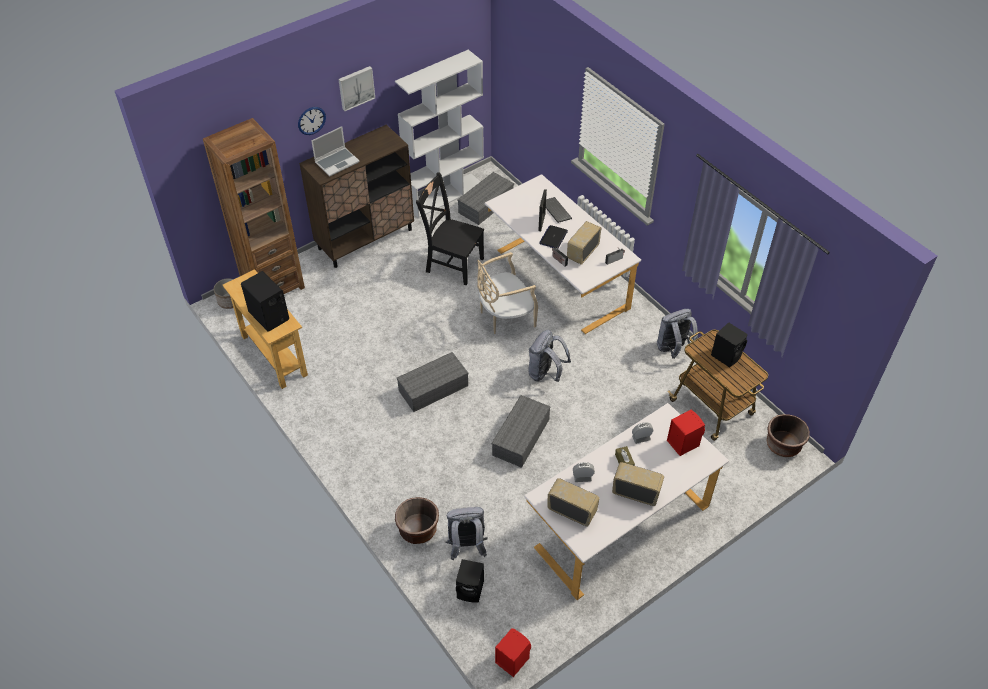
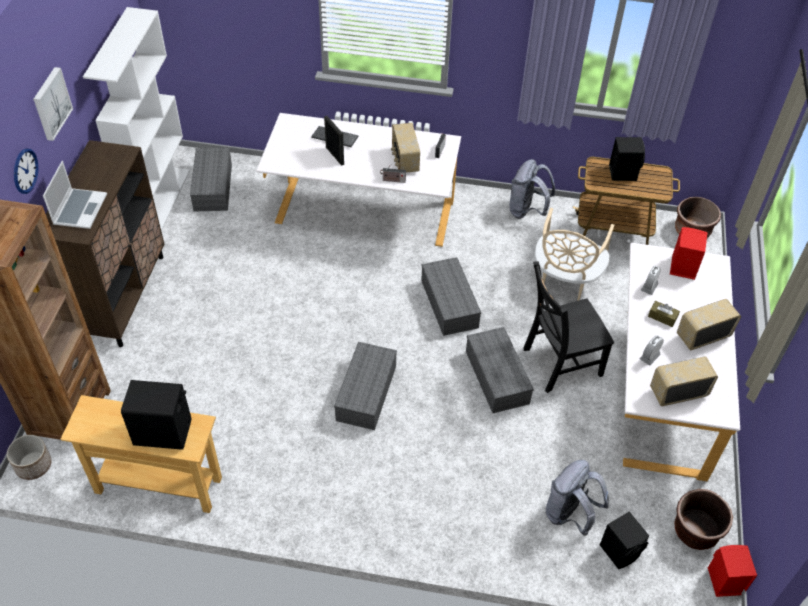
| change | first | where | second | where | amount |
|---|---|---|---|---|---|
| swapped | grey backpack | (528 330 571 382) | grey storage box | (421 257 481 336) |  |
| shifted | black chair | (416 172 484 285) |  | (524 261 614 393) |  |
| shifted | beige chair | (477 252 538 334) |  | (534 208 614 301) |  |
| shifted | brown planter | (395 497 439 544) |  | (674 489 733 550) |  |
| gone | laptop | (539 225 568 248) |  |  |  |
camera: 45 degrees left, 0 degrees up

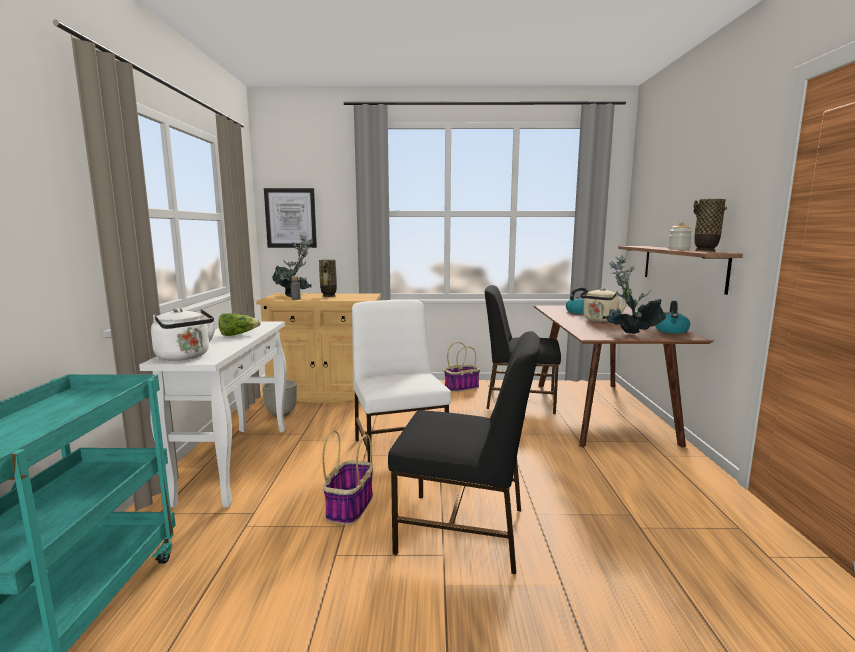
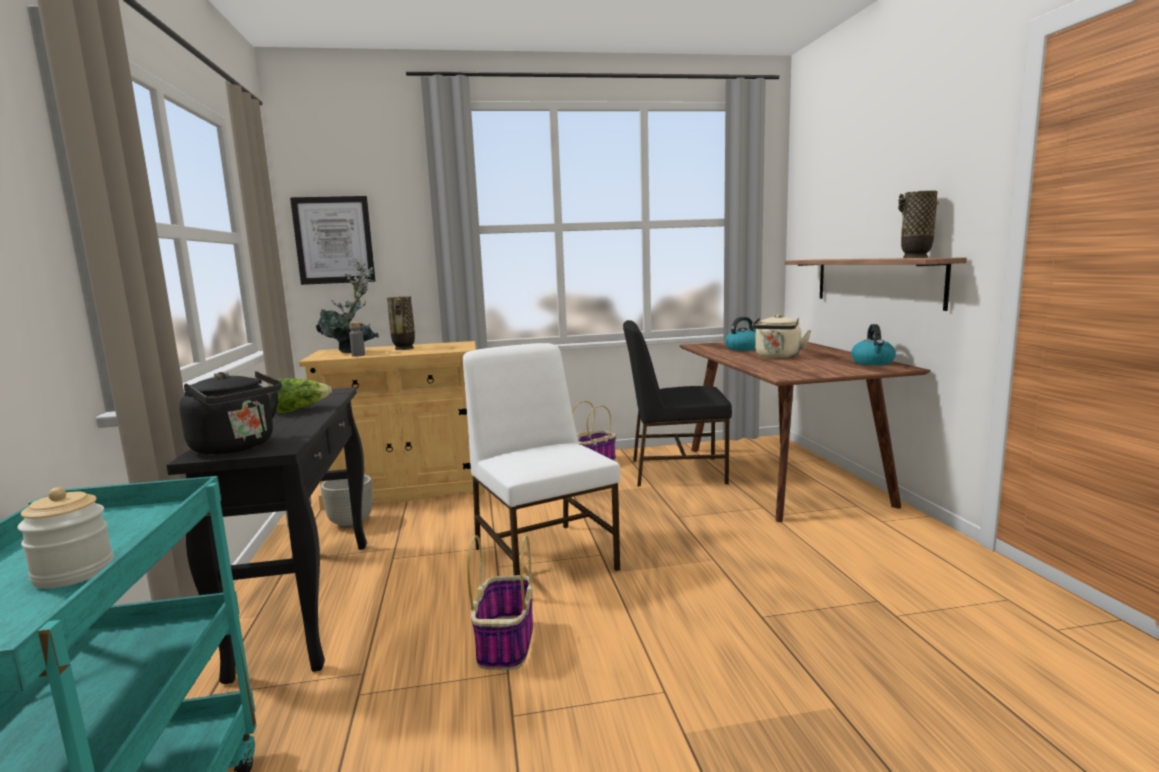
| change | first | where | second | where | amount |
|---|---|---|---|---|---|
| shifted | jar | (668 222 692 250) |  | (17 487 114 589) |  |
| repainted | white console table | (139 321 287 508) | black console table | (166 387 367 684) |  |
| repainted | white kettle | (151 308 216 361) | black kettle | (179 371 282 455) |  |
| gone | black chair | (388 331 540 574) |  |  |  |
| gone | potted plant | (603 255 666 334) |  |  |  |
camera: 10 degrees left, 0 degrees up

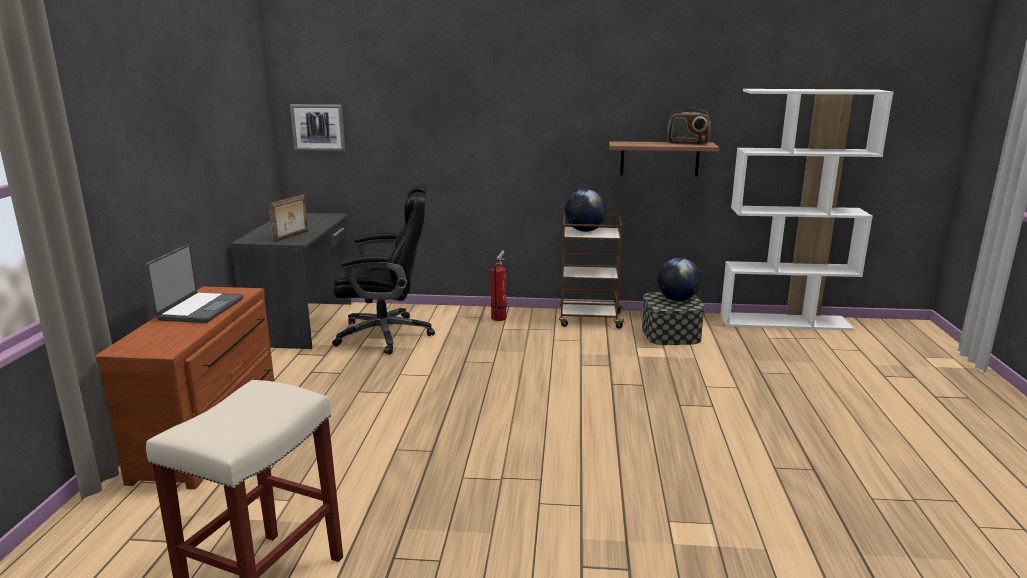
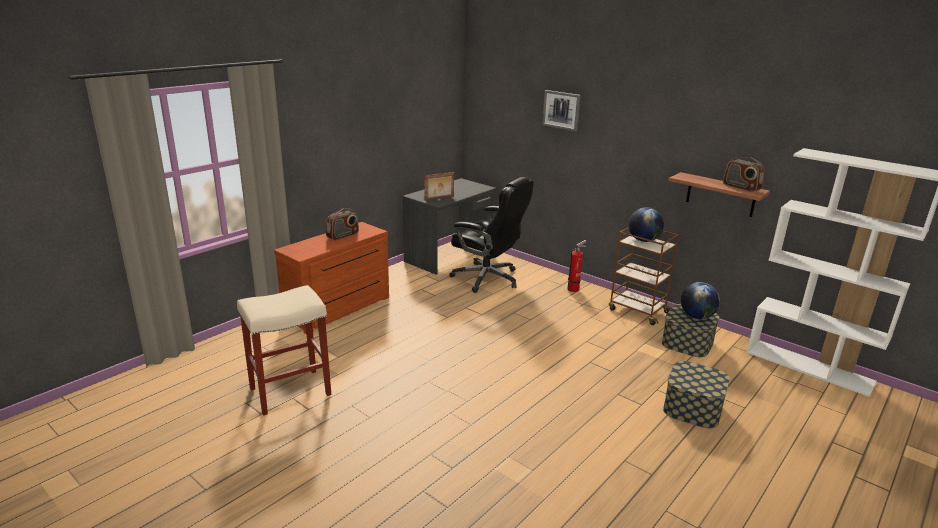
| change | first | where | second | where | amount |
|---|---|---|---|---|---|
| swapped | laptop | (145 244 243 323) | radio | (326 208 359 240) |  |
| shifted | picture | (290 104 346 151) |  | (542 90 581 132) |  |
| new |  |  | storage box | (663 361 730 428) |  |
camera: 35 degrees right, 5 degrees up

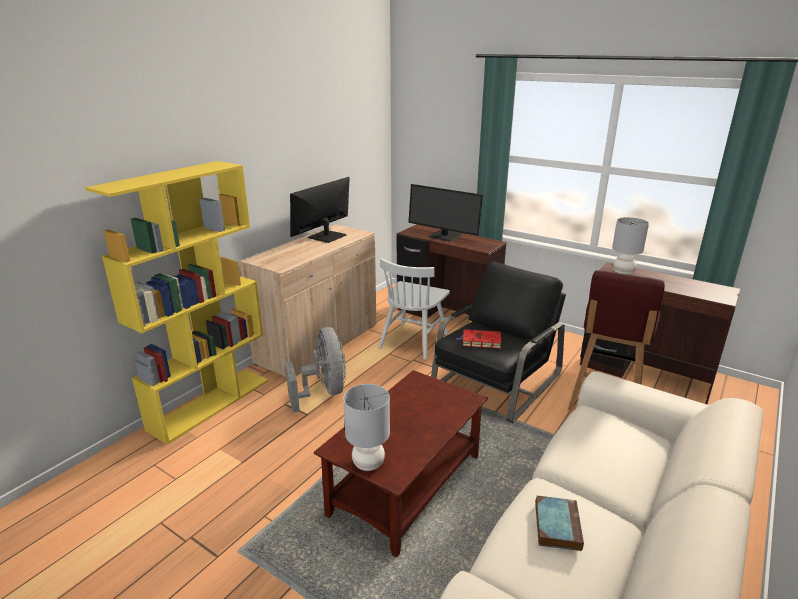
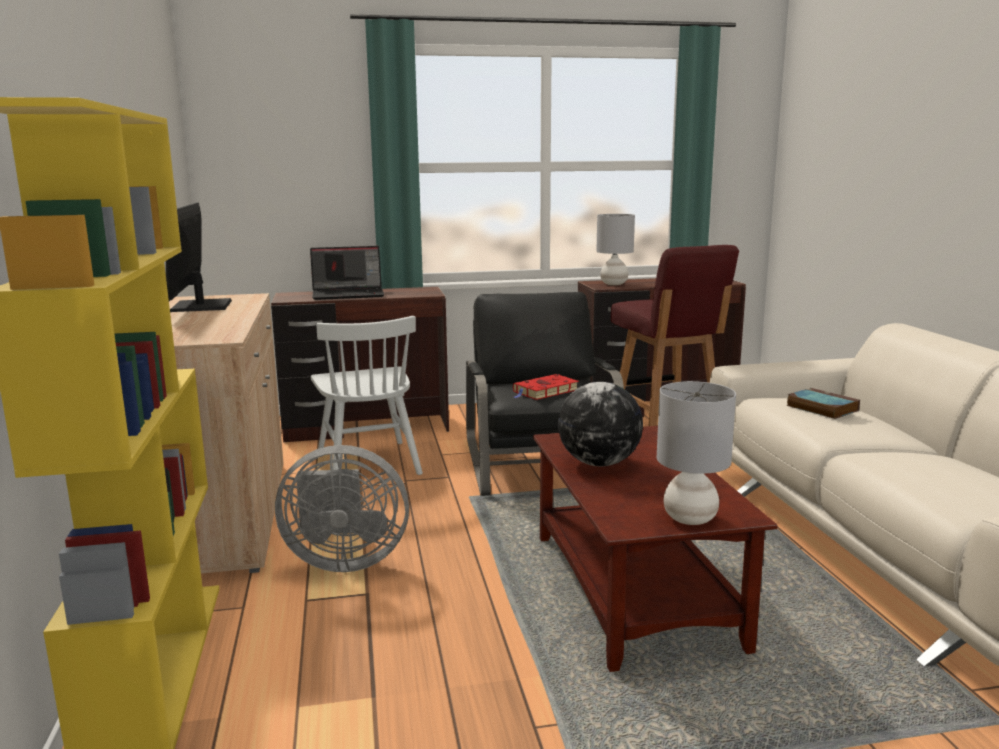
| change | first | where | second | where | amount |
|---|---|---|---|---|---|
| rotated | grey fan | (285 327 346 413) |  | (275 445 409 572) | 150 degrees clockwise |
| swapped | monitor | (408 184 483 242) | laptop | (310 246 384 300) |  |
| new |  |  | globe | (558 382 643 466) |  |
| shifted | book | (535 496 584 551) |  | (786 388 860 419) |  |
camera: 45 degrees left, 10 degrees down

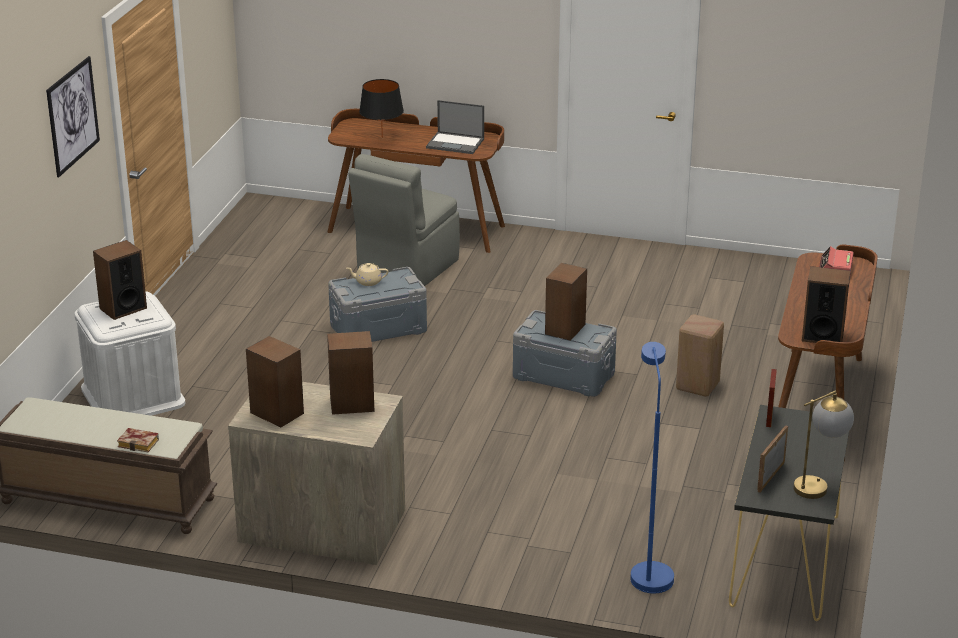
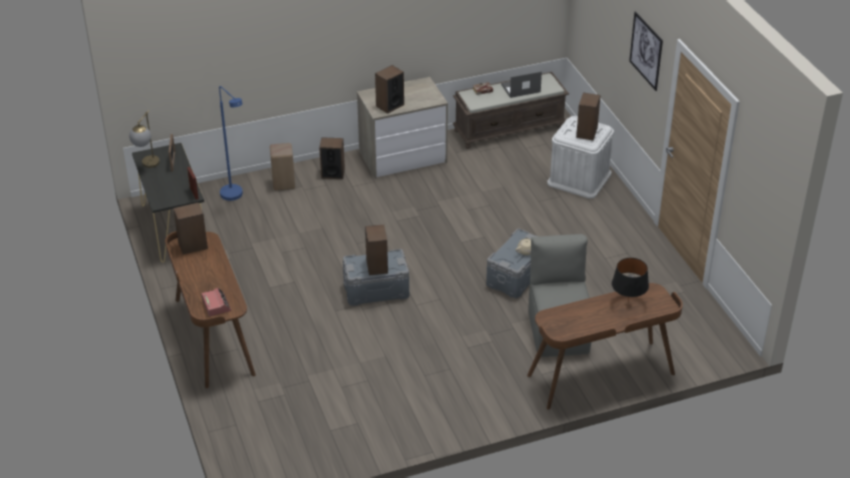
| change | first | where | second | where | amount |
|---|---|---|---|---|---|
| shifted | beige stool | (676 314 724 397) |  | (270 143 295 191) |  |
| shifted | speaker | (246 336 304 427) |  | (319 137 345 179) |  |
| shifted | laptop | (426 100 484 154) |  | (501 71 542 98) |  |
camera: 145 degrees right, 10 degrees up

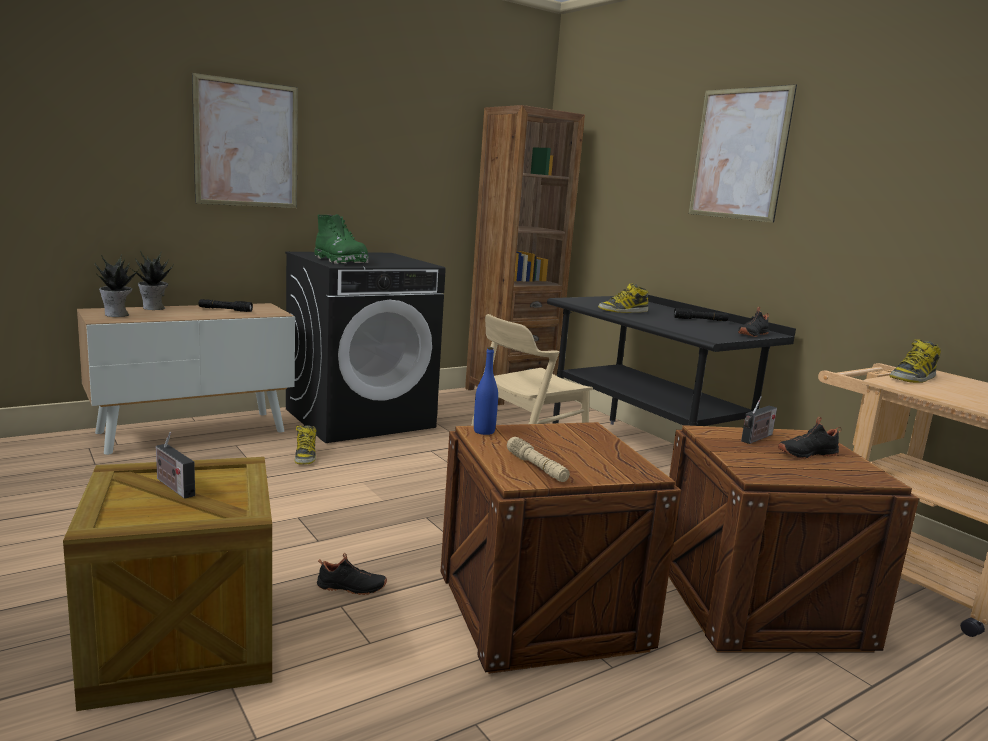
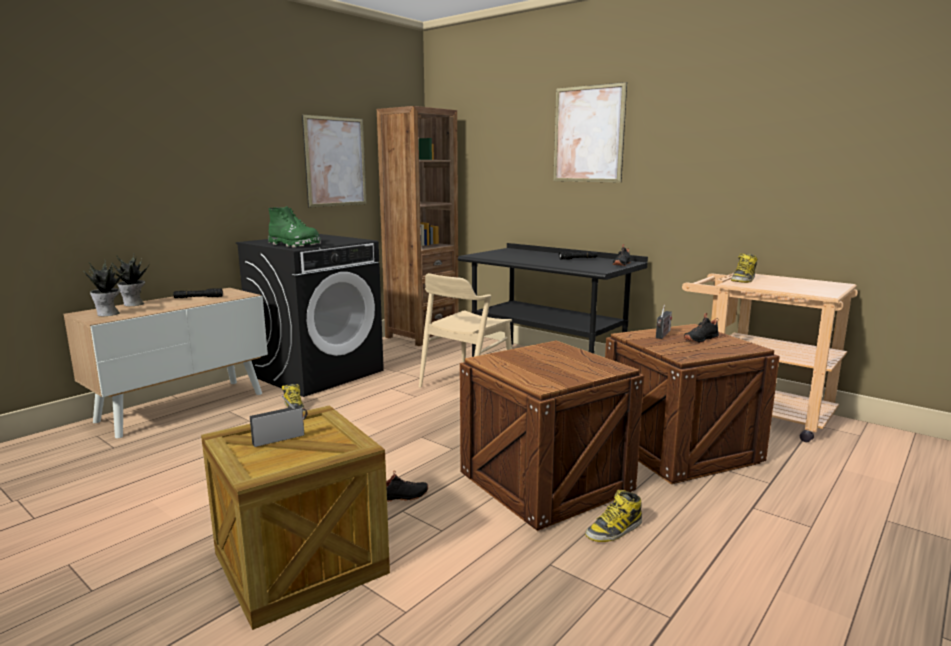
| change | first | where | second | where | amount |
|---|---|---|---|---|---|
| rotated | radio | (156 432 195 499) |  | (250 395 308 447) | 120 degrees clockwise |
| shifted | picture | (192 73 298 208) |  | (302 115 367 207) |  |
| shifted | boot | (598 283 648 313) |  | (585 490 642 542) |  |
| gone | blue bottle | (474 347 498 435) |  |  |  |
| gone | beige flashlight | (507 437 570 482) |  |  |  |
camera: 15 degrees left, 0 degrees up

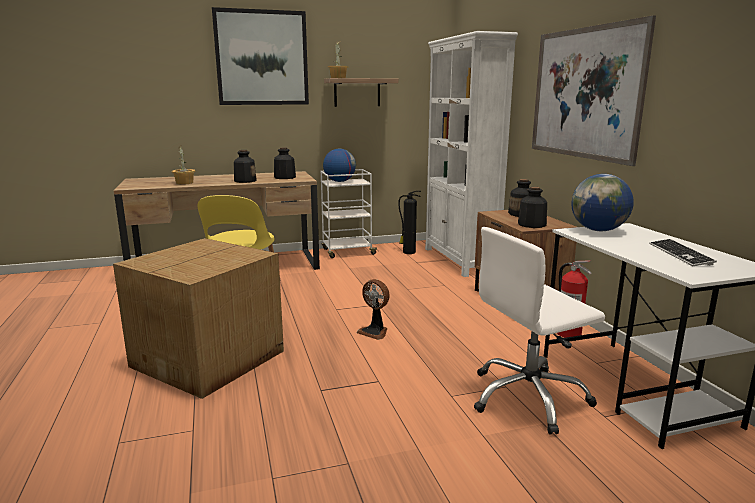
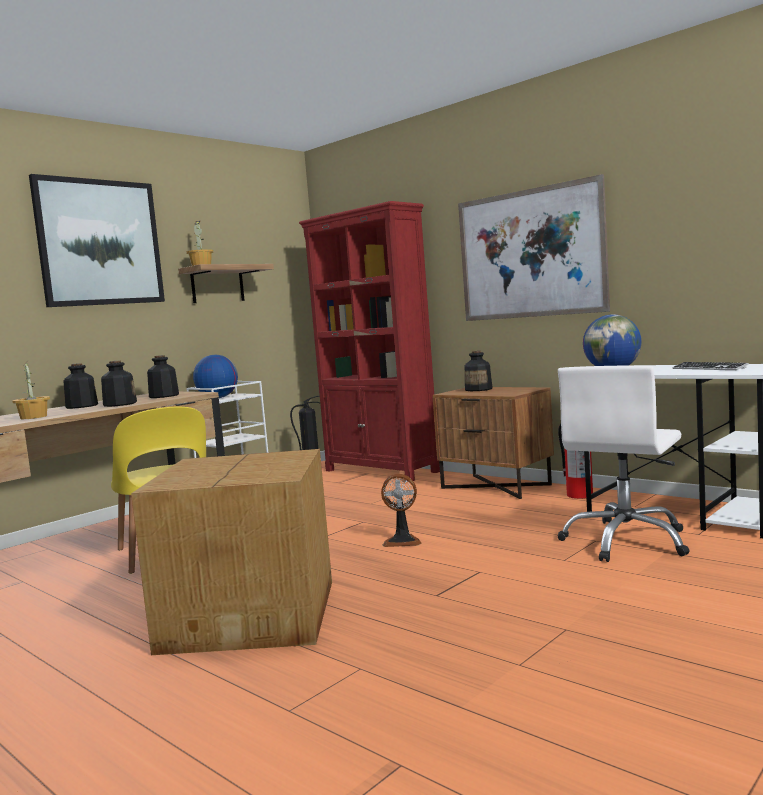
| change | first | where | second | where | amount |
|---|---|---|---|---|---|
| shifted | bottle | (518 187 547 228) |  | (63 363 98 409) |  |
| repainted | white bookcase | (425 31 518 277) | red bookcase | (299 201 440 482) |  |
camera: 30 degrees left, 10 degrees down

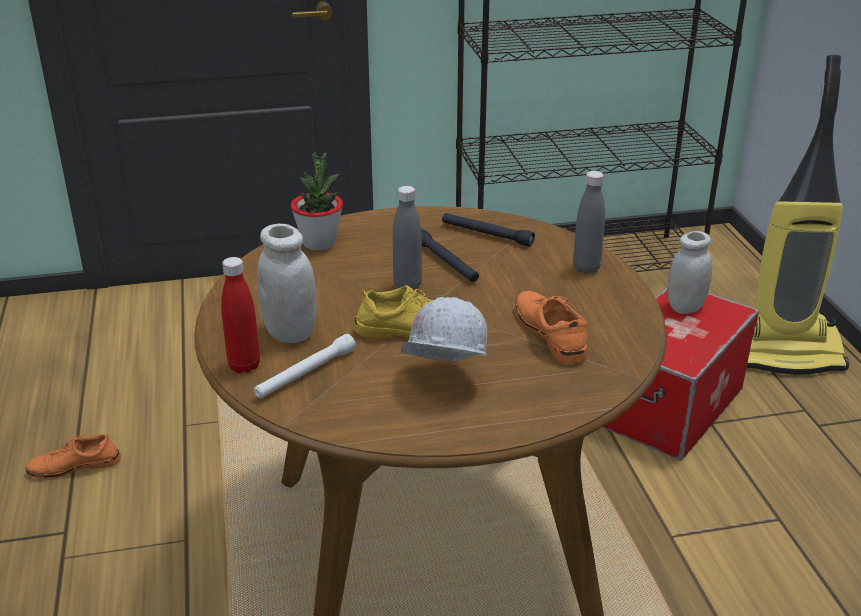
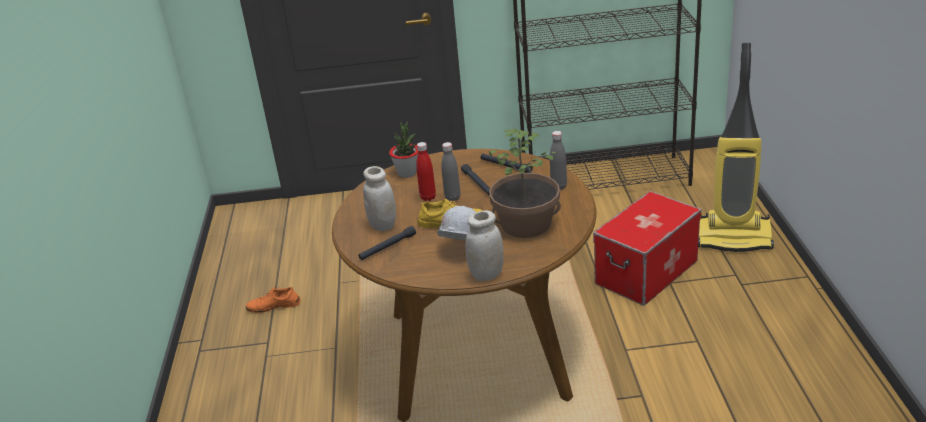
| change | first | where | second | where | amount |
|---|---|---|---|---|---|
| repainted | white flashlight | (254 334 356 398) | black flashlight | (359 226 416 260) |  |
| shifted | red bottle | (221 257 260 373) |  | (416 142 436 201) |  |
| shifted | white jar | (667 231 712 314) |  | (466 210 503 281) |  |
| swapped | orange shoe | (515 291 587 364) | potted plant | (489 129 561 238) |  |
camera: 10 degrees right, 0 degrees up

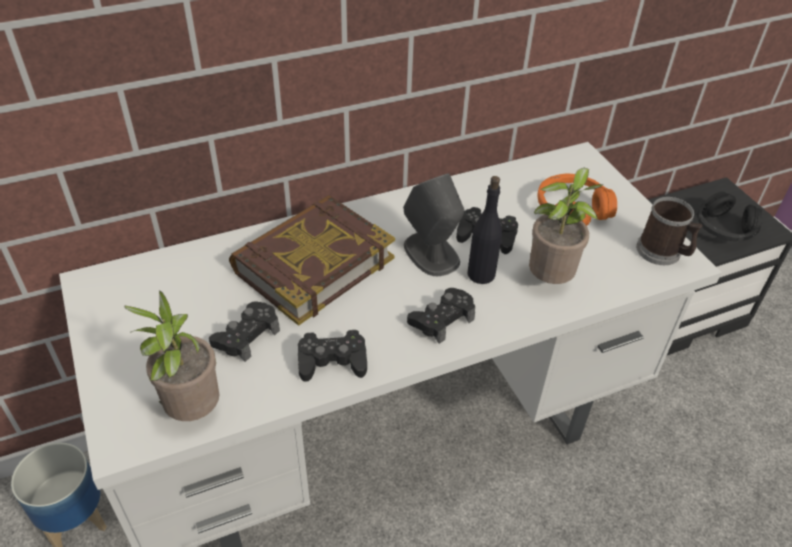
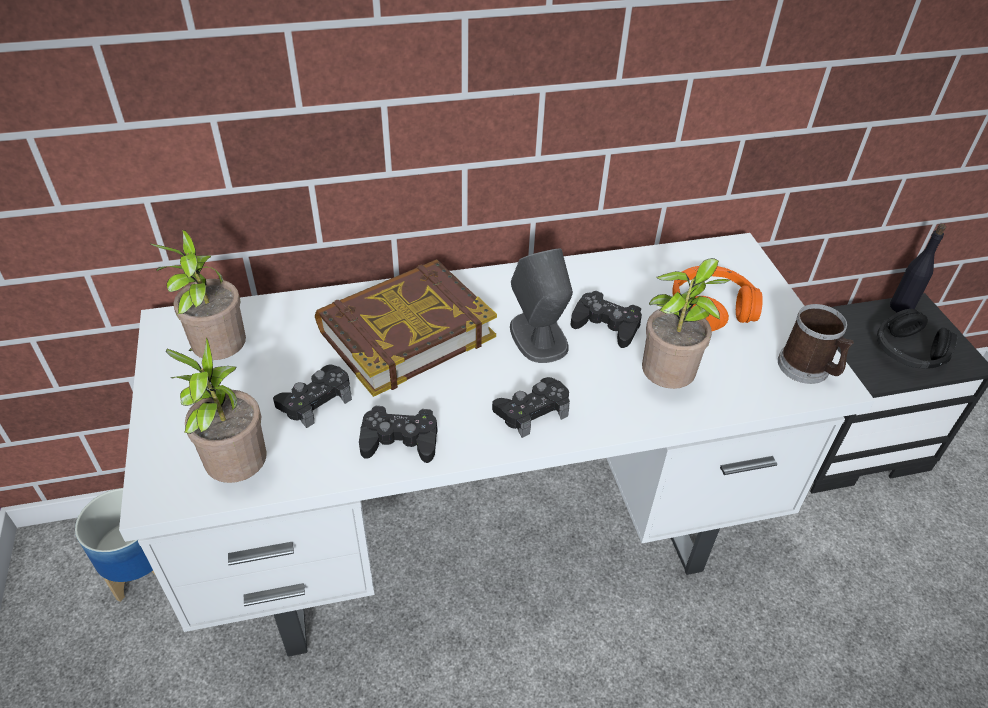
| change | first | where | second | where | amount |
|---|---|---|---|---|---|
| new |  |  | potted plant | (150 229 246 360) |  |
| shifted | black bottle | (467 176 502 284) |  | (890 224 946 312) |  |
camera: 10 degrees right, 0 degrees up

